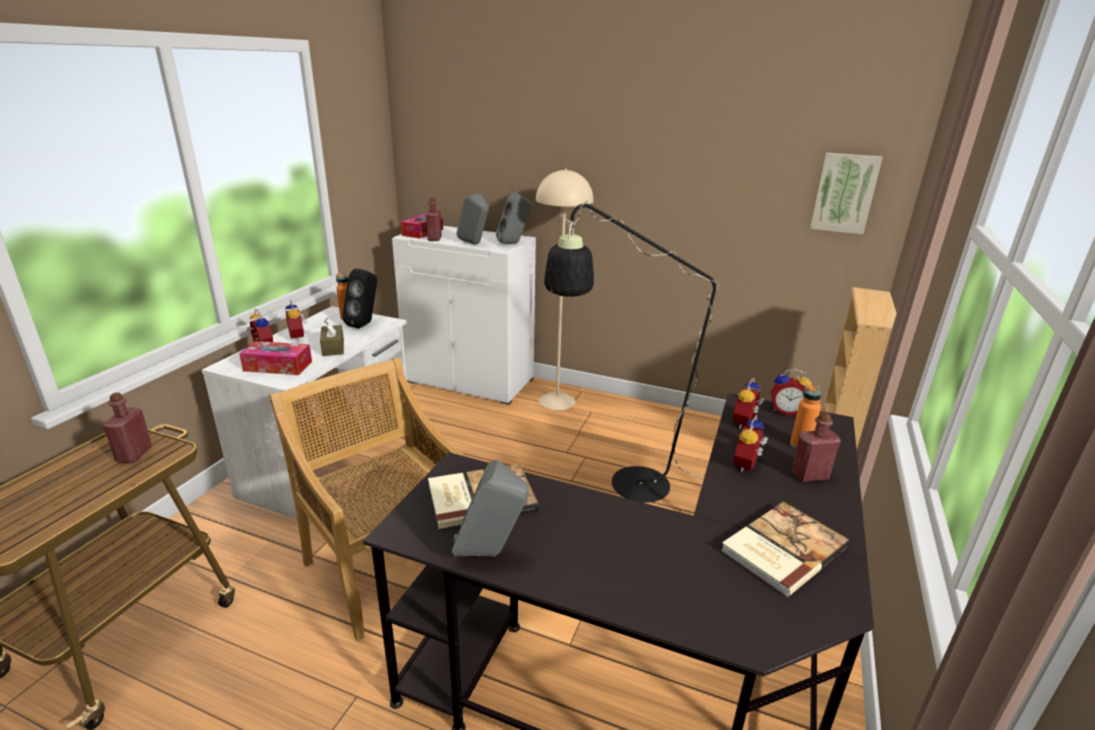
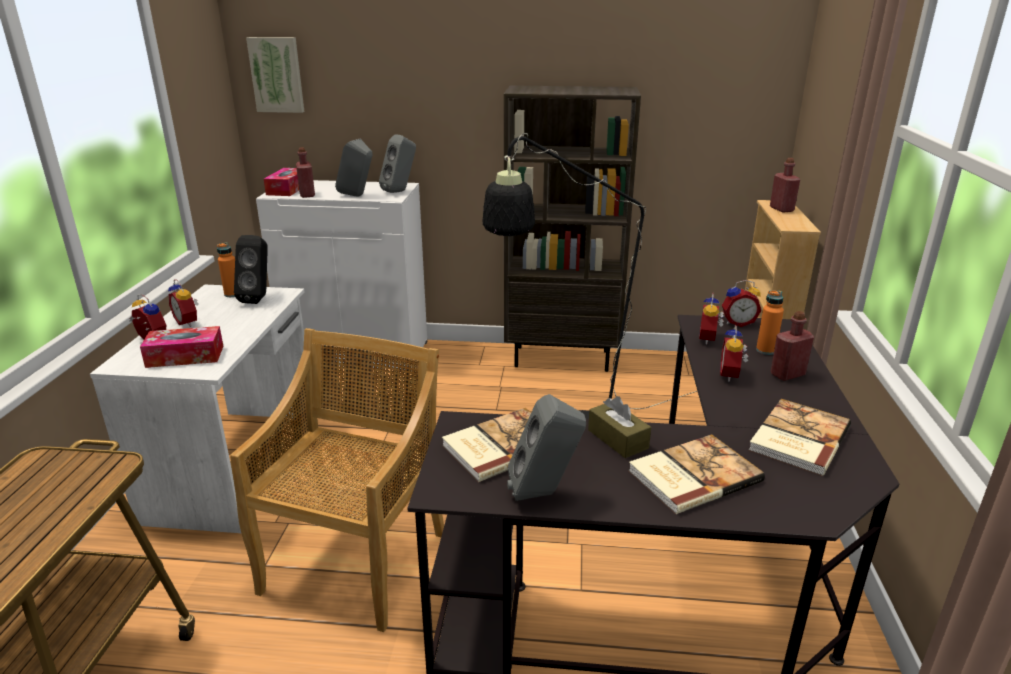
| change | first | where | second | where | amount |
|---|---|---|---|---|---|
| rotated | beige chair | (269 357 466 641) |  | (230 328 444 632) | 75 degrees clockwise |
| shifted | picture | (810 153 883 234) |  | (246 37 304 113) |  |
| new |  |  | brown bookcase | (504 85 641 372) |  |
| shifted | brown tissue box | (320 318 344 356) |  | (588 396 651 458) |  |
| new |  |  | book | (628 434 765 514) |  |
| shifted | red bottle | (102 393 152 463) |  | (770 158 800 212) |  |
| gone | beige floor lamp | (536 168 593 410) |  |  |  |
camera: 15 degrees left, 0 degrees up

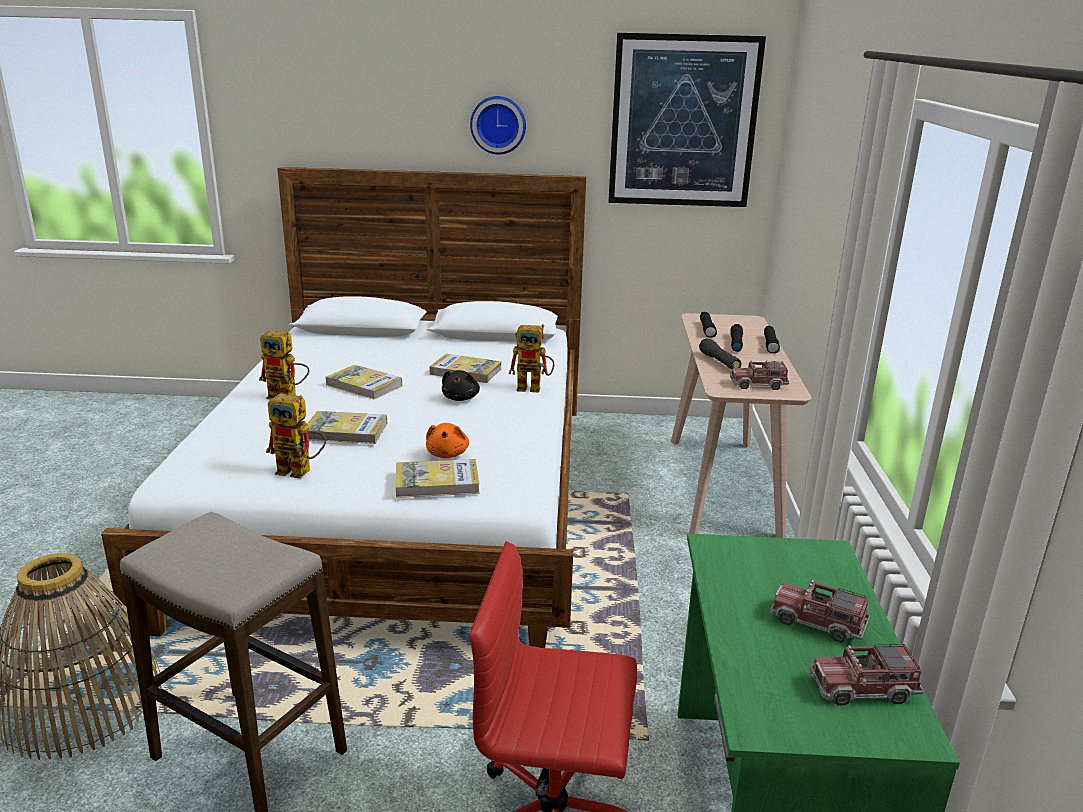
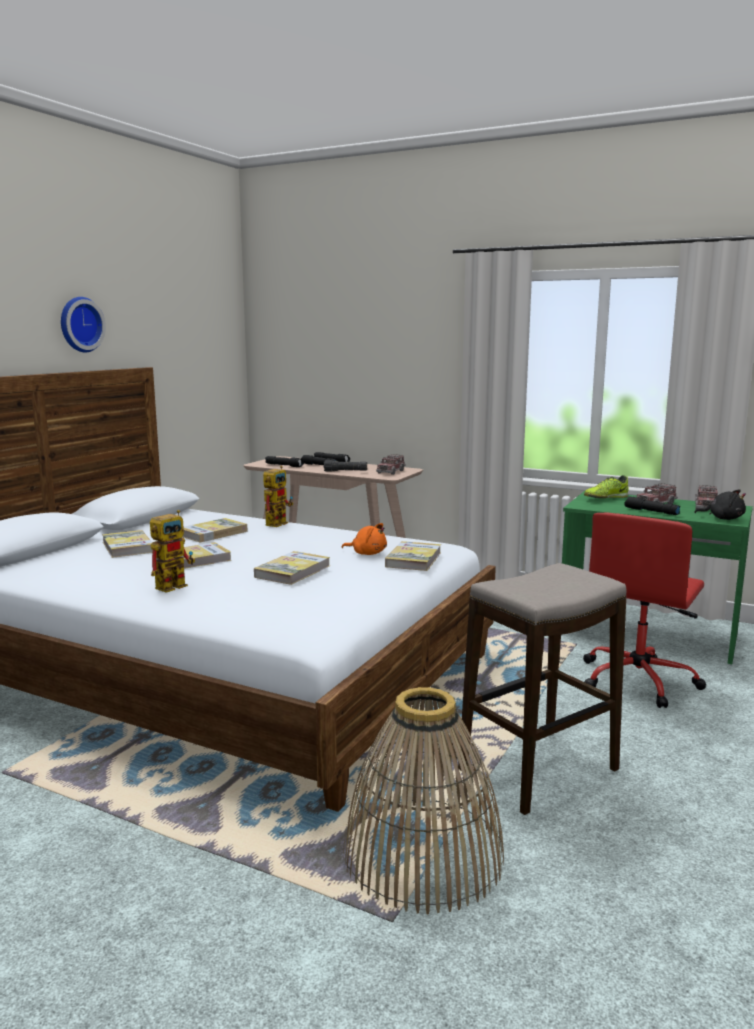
| change | first | where | second | where | amount |
|---|---|---|---|---|---|
| new |  |  | book | (102 530 153 558) |  |
| new |  |  | shoe | (584 475 628 499) |  |
| new |  |  | black flashlight | (624 496 680 515) |  |
| shifted | black plush toy | (442 370 480 401) |  | (694 489 746 520) |  |
| gone | toy robot | (266 393 326 479) |  |  |  |
| gone | picture | (608 33 766 207) |  |  |  |
camera: 65 degrees left, 10 degrees down

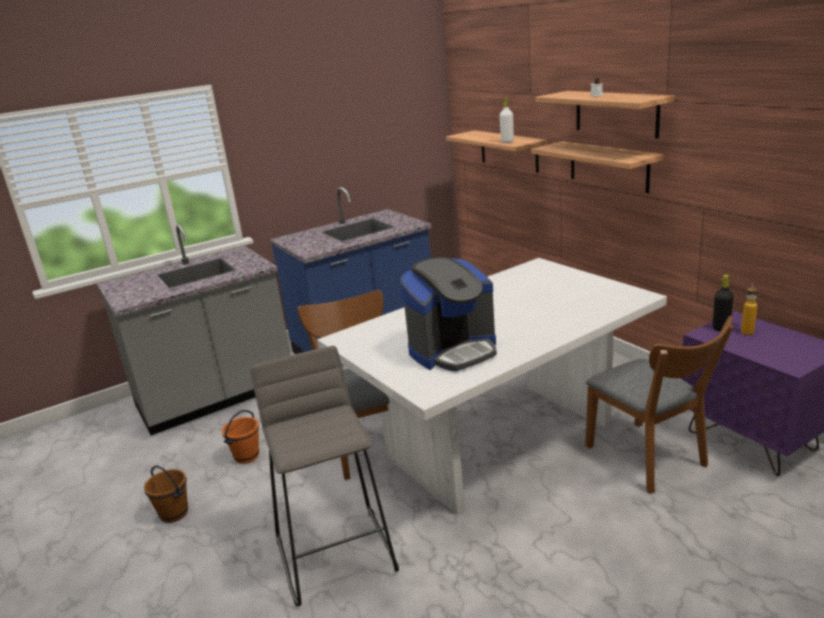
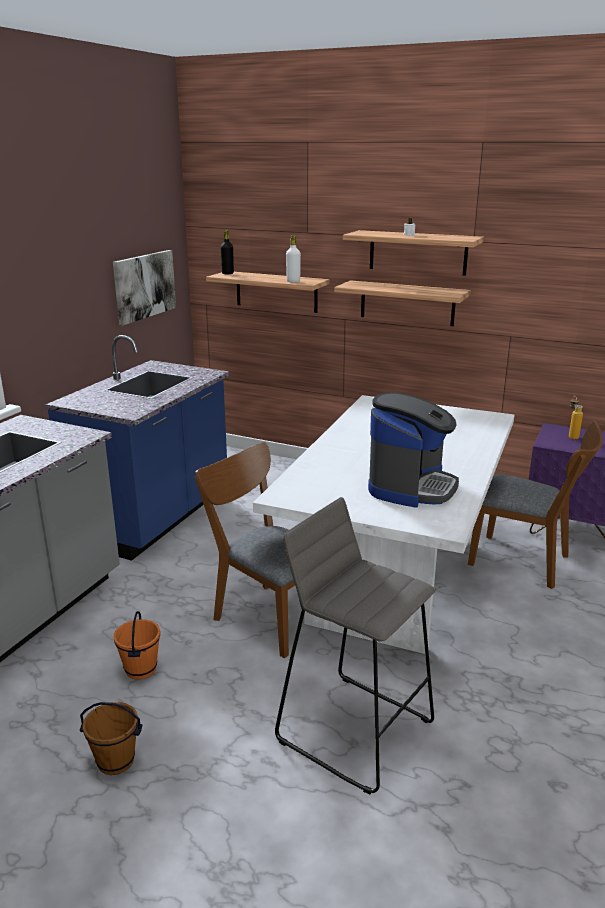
| change | first | where | second | where | amount |
|---|---|---|---|---|---|
| new |  |  | picture | (113 250 176 325) |  |
| shifted | black bottle | (713 275 734 331) |  | (220 230 234 274) |  |
camera: 35 degrees left, 0 degrees up

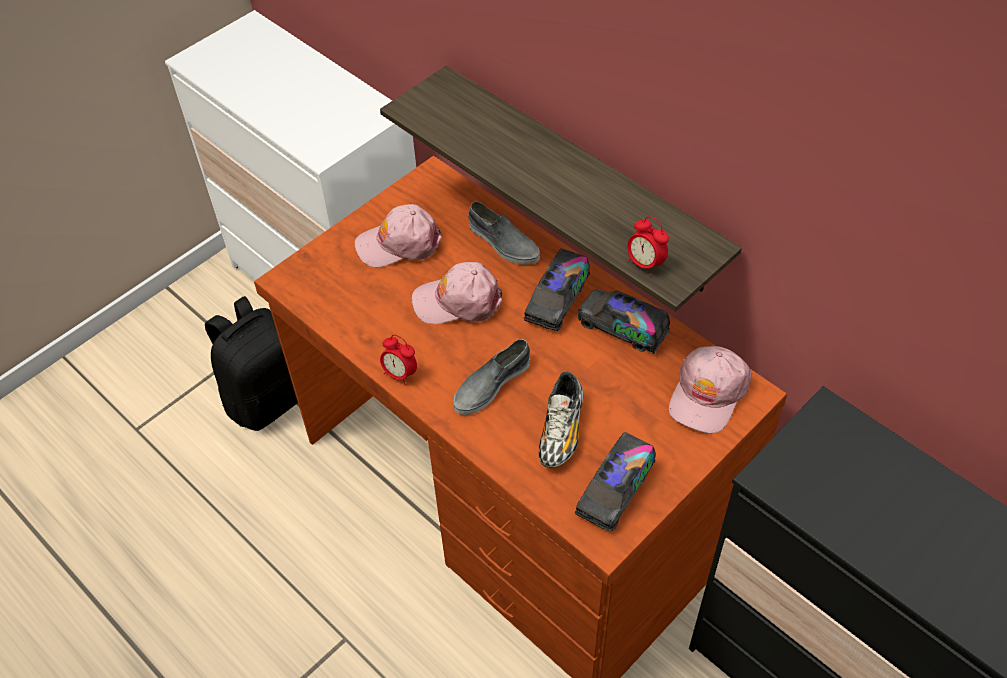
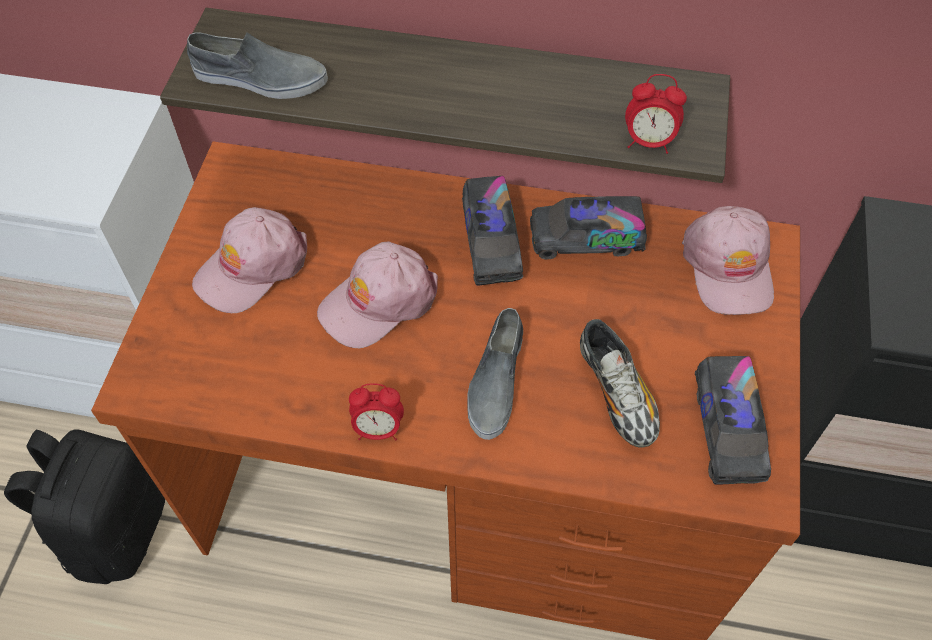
| change | first | where | second | where | amount |
|---|---|---|---|---|---|
| shifted | grey shoe | (468 201 540 265) |  | (187 32 328 99) |  |
camera: 35 degrees left, 5 degrees up

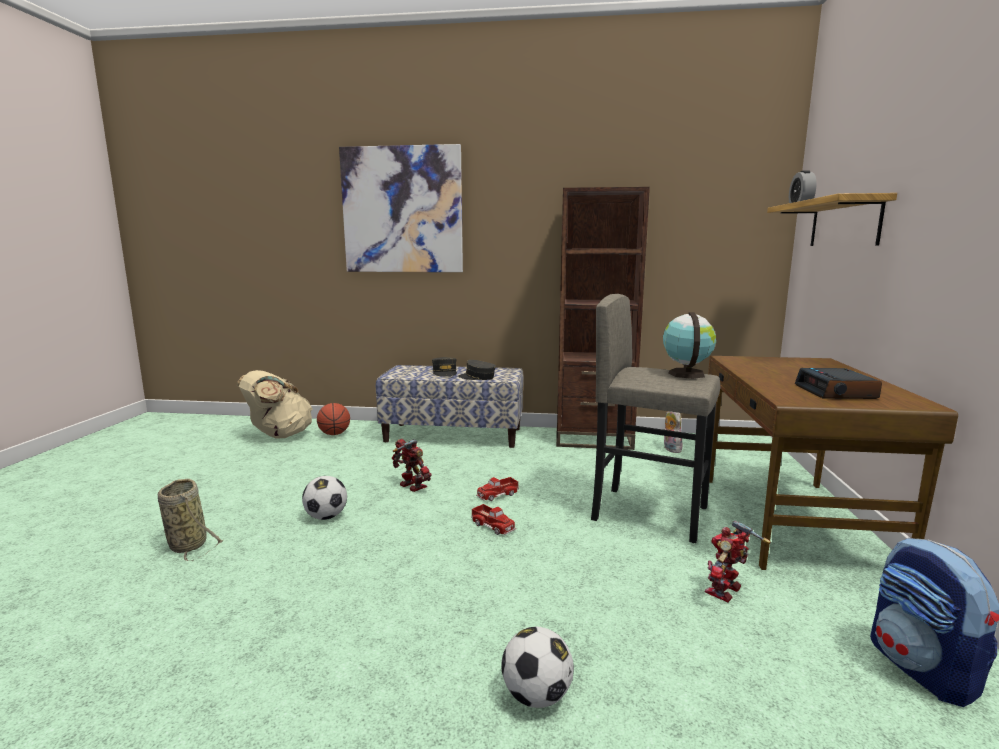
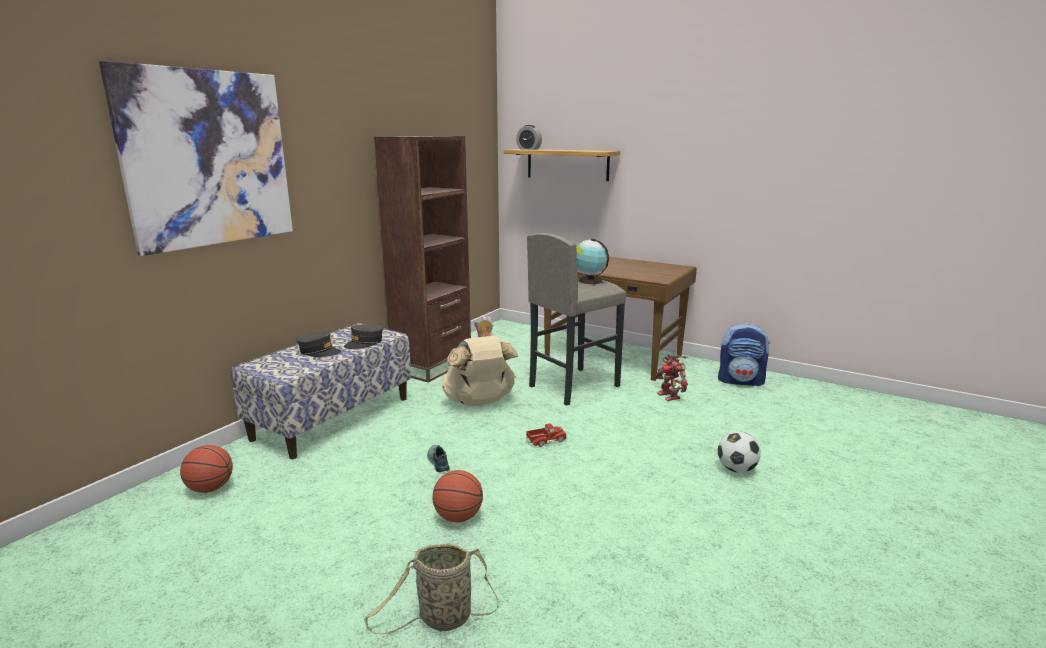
| change | first | where | second | where | amount |
|---|---|---|---|---|---|
| swapped | toy robot | (392 438 432 492) | shoe | (427 445 450 472) |  |
| swapped | football | (302 476 347 520) | basketball | (432 470 483 522) |  |
| shifted | beige backpack | (237 370 313 439) |  | (441 336 518 406) |  |
| gone | toy truck | (476 477 519 501) |  |  |  |
| gone | alarm clock | (795 368 882 399) |  |  |  |
camera: 65 degrees left, 5 degrees up

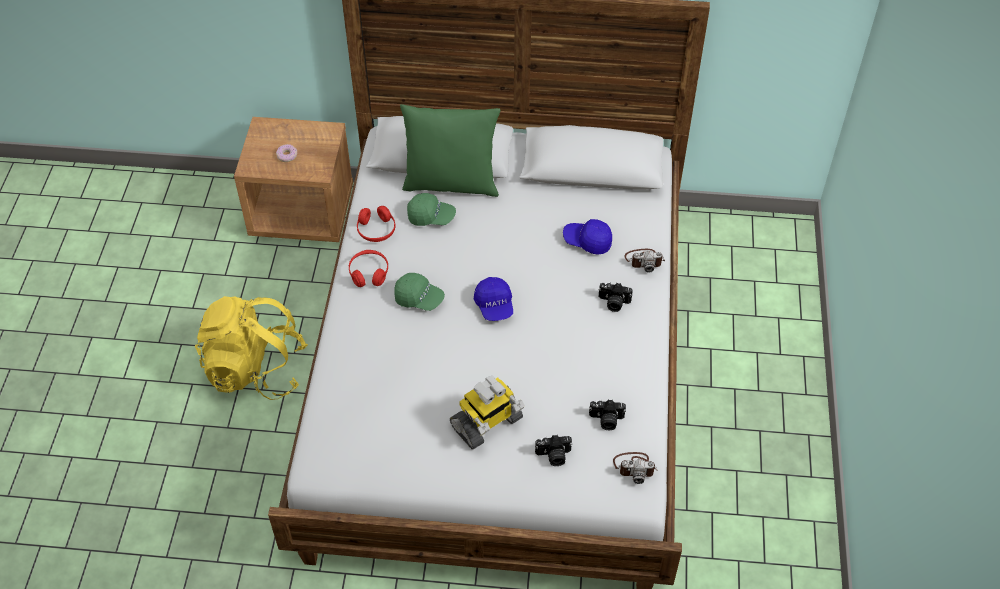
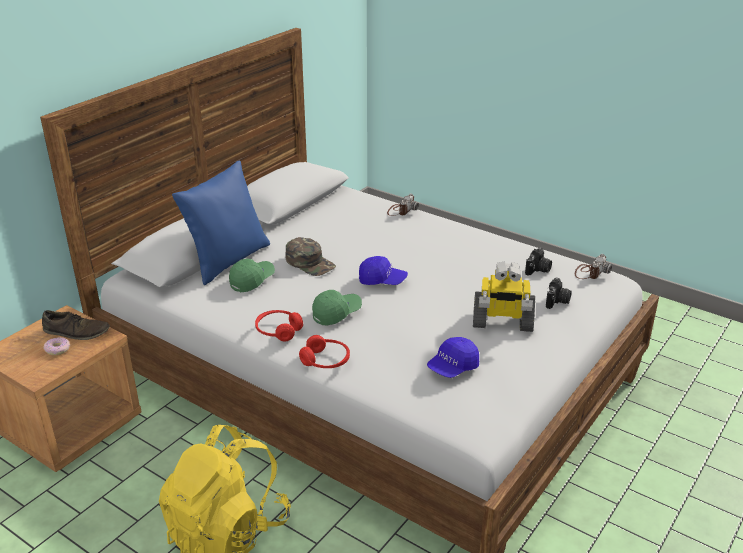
| change | first | where | second | where | amount |
|---|---|---|---|---|---|
| new |  |  | brown shoe | (42 310 110 340) |  |
| repainted | green pillow | (400 104 500 197) | blue pillow | (172 161 270 285) |  |
| new |  |  | green cap | (285 237 336 276) |  |
| shifted | red headphones | (357 206 395 242) |  | (299 335 350 368) |  |
| shifted | blue cap | (563 219 612 255) |  | (427 337 479 378) |  |
| rotated | toy robot | (450 375 525 449) |  | (473 261 535 332) | 105 degrees clockwise |
| gone | photo camera | (598 282 633 312) |  |  |  |
camera: 60 degrees left, 20 degrees down

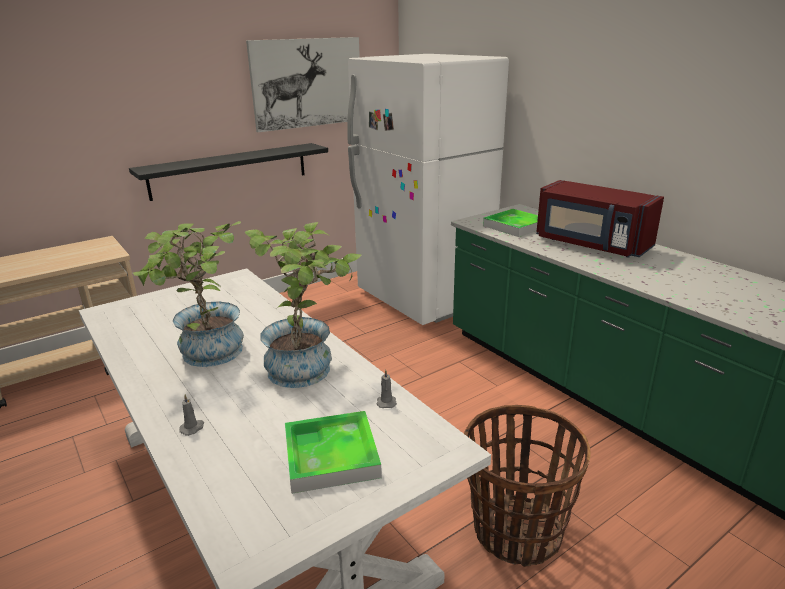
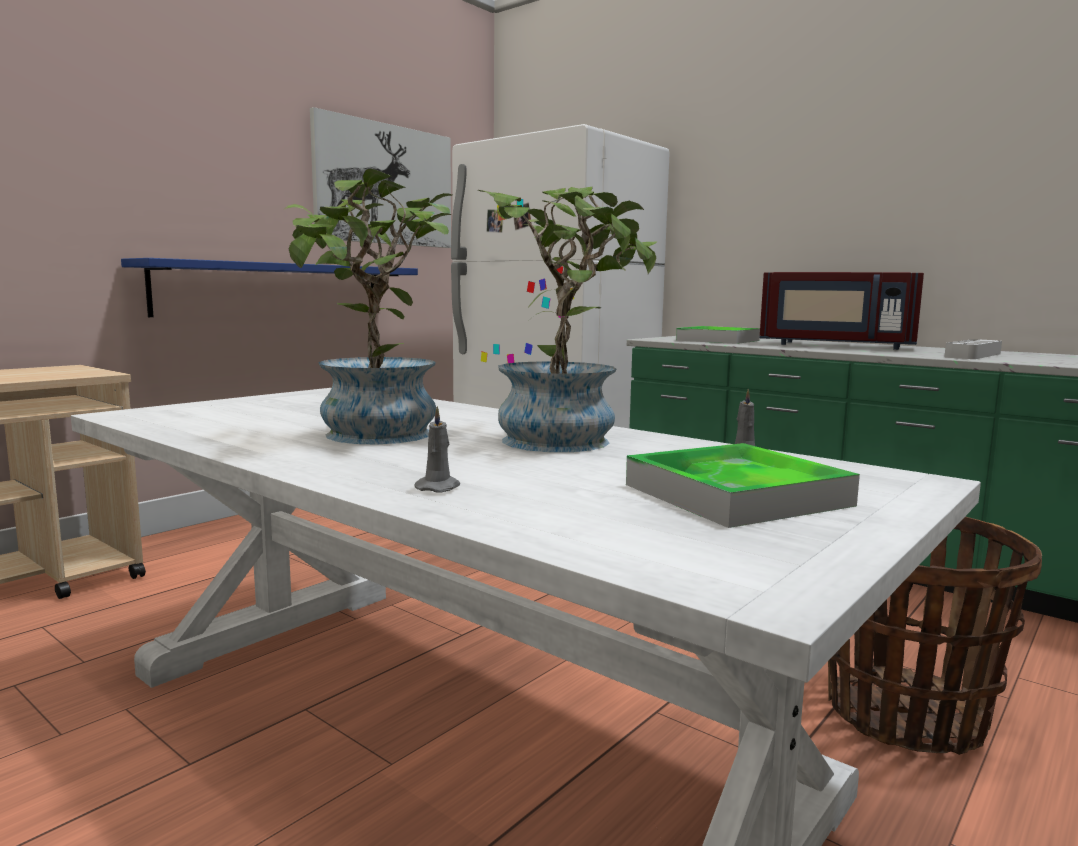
| change | first | where | second | where | amount |
|---|---|---|---|---|---|
| repainted | black shelf | (129 143 328 201) | blue shelf | (121 258 418 317) |  |
| new |  |  | grey tray | (944 339 1002 359) |  |
camera: 15 degrees left, 15 degrees down

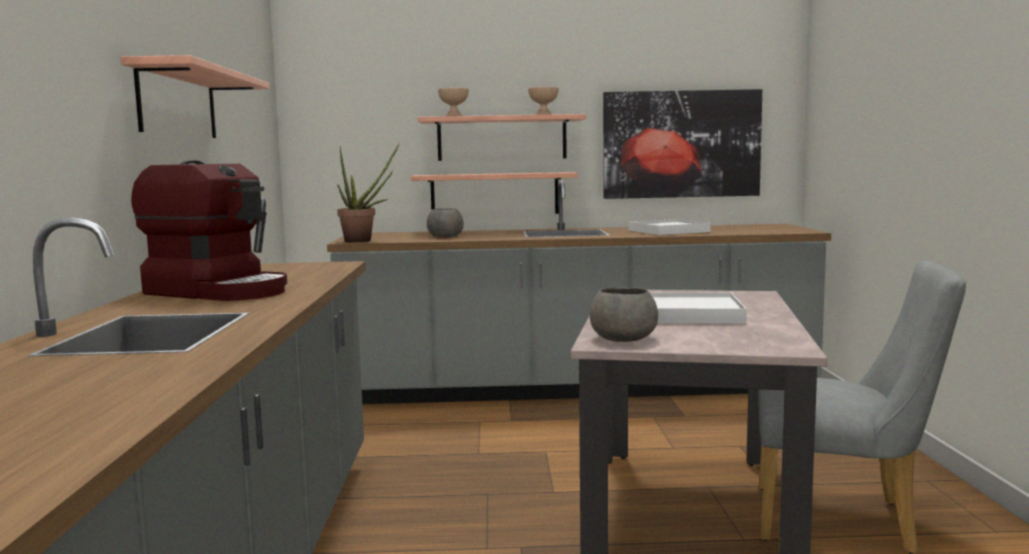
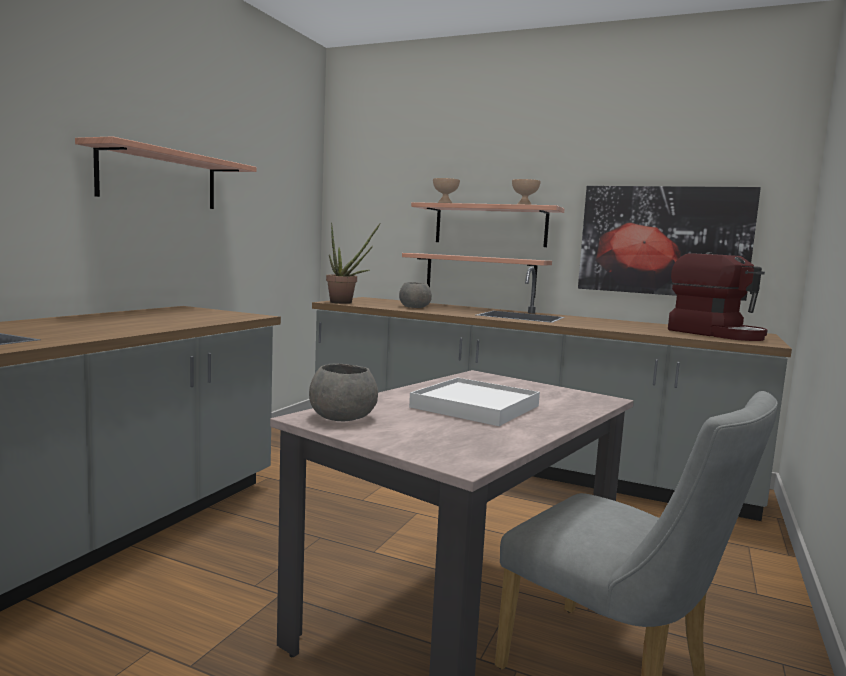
| change | first | where | second | where | amount |
|---|---|---|---|---|---|
| shifted | coffee machine | (131 161 287 301) |  | (668 252 768 341) |  |
| gone | white tray | (628 219 711 235) |  |  |  |
camera: 25 degrees right, 0 degrees up

